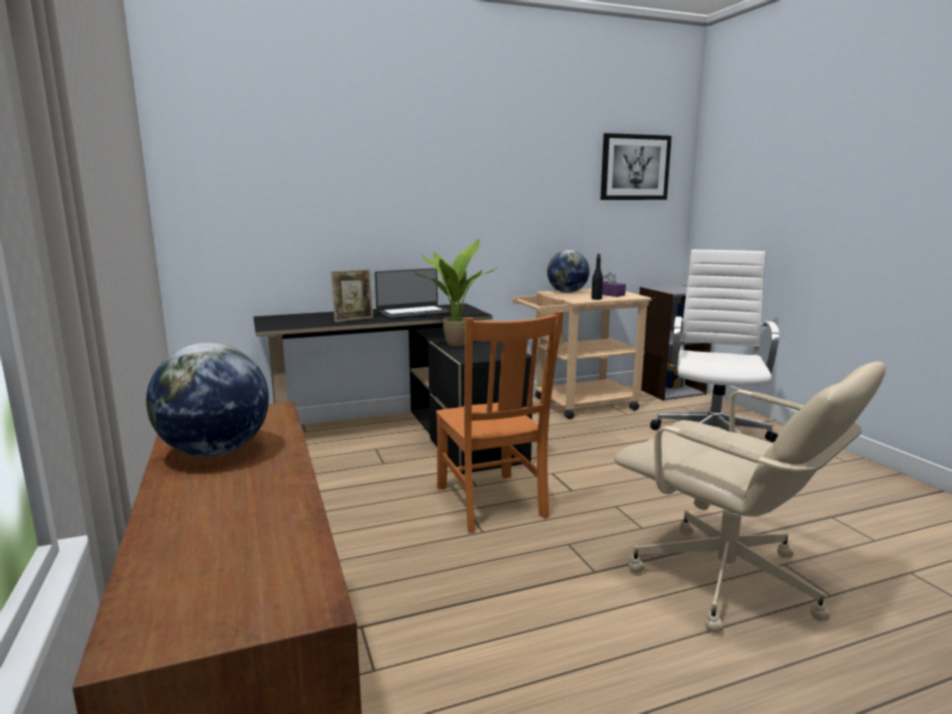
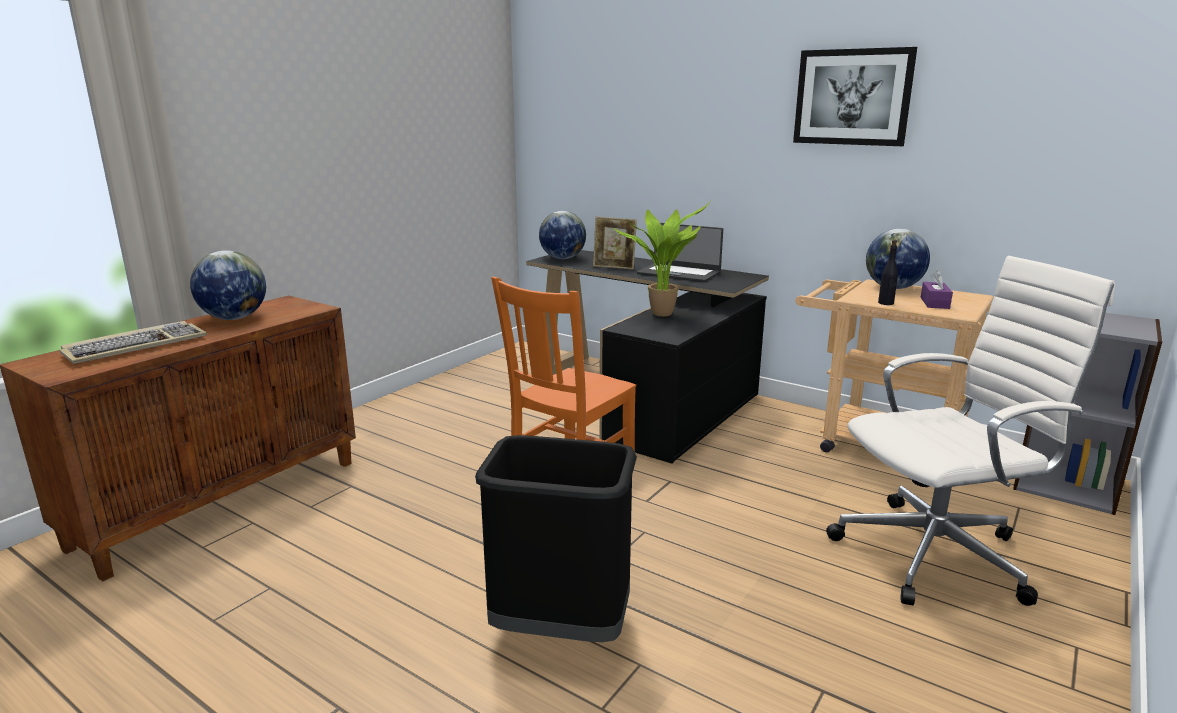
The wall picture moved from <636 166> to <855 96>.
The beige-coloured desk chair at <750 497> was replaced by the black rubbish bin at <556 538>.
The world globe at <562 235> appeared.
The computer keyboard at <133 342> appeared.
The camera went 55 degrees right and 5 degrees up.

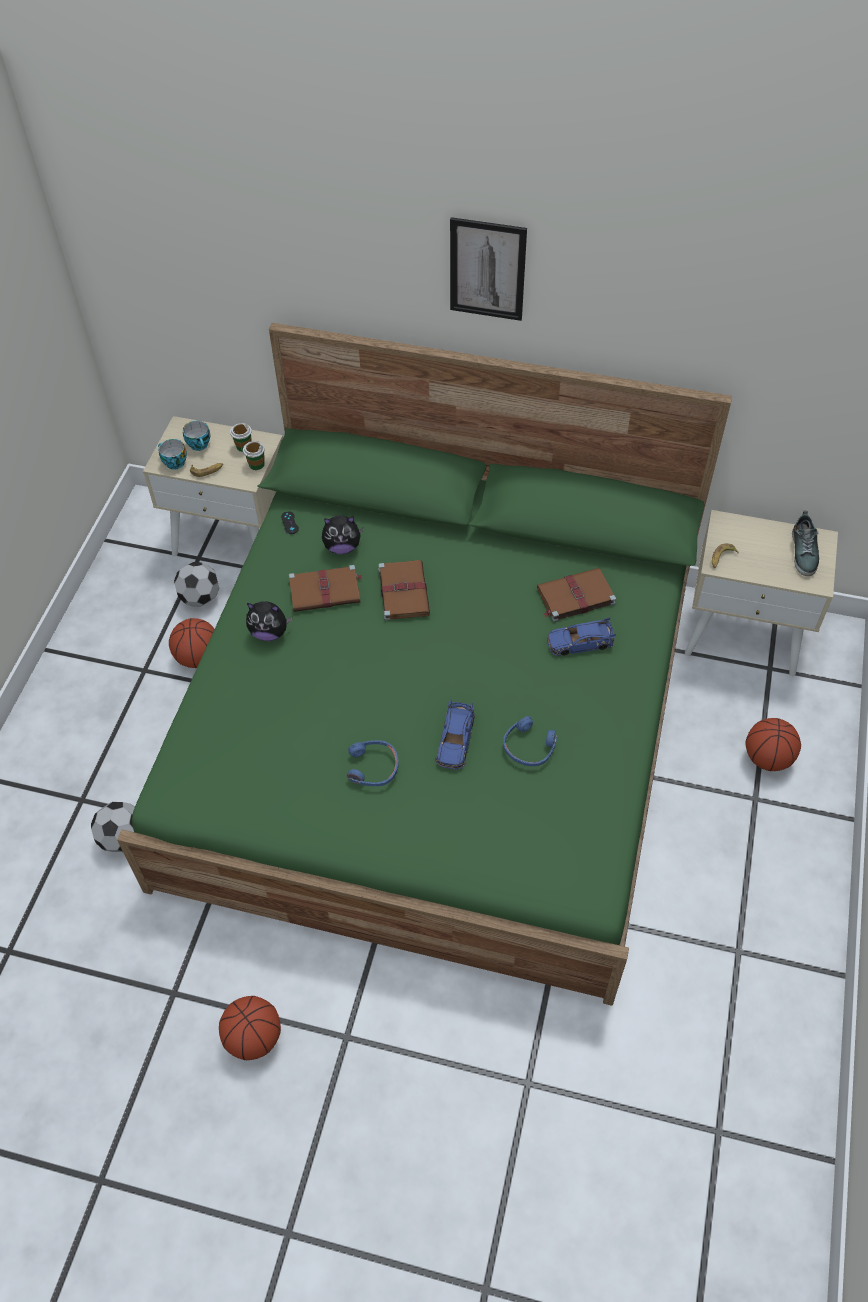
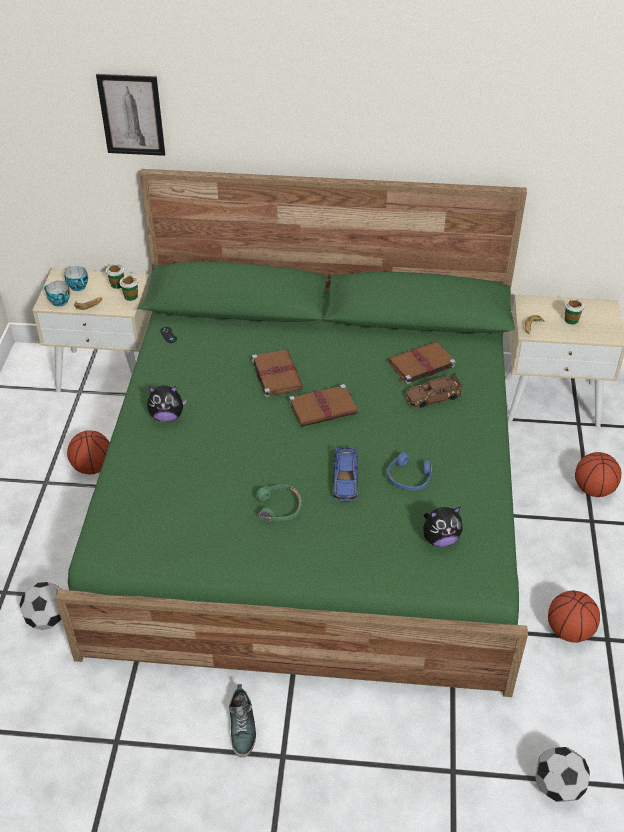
The wall picture moved from <488 269> to <130 115>.
The low shoe moved from <805 543> to <242 720>.
The plush toy moved from <342 534> to <443 527>.
The football ball moved from <196 584> to <562 774>.
The brown volume moved from <326 588> to <323 405>.
The bluish toy car at <581 636> became the brown toy car at <434 390>.
The bluish headphones at <373 763> became the greenish headphones at <278 503>.
The basketball moved from <250 1028> to <574 616>.
The small cup at <574 312> appeared.
The camera went 10 degrees left and 10 degrees down.

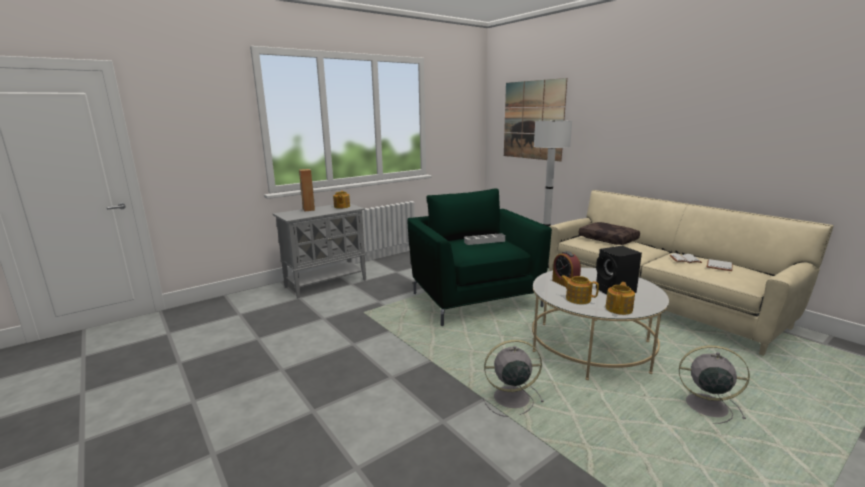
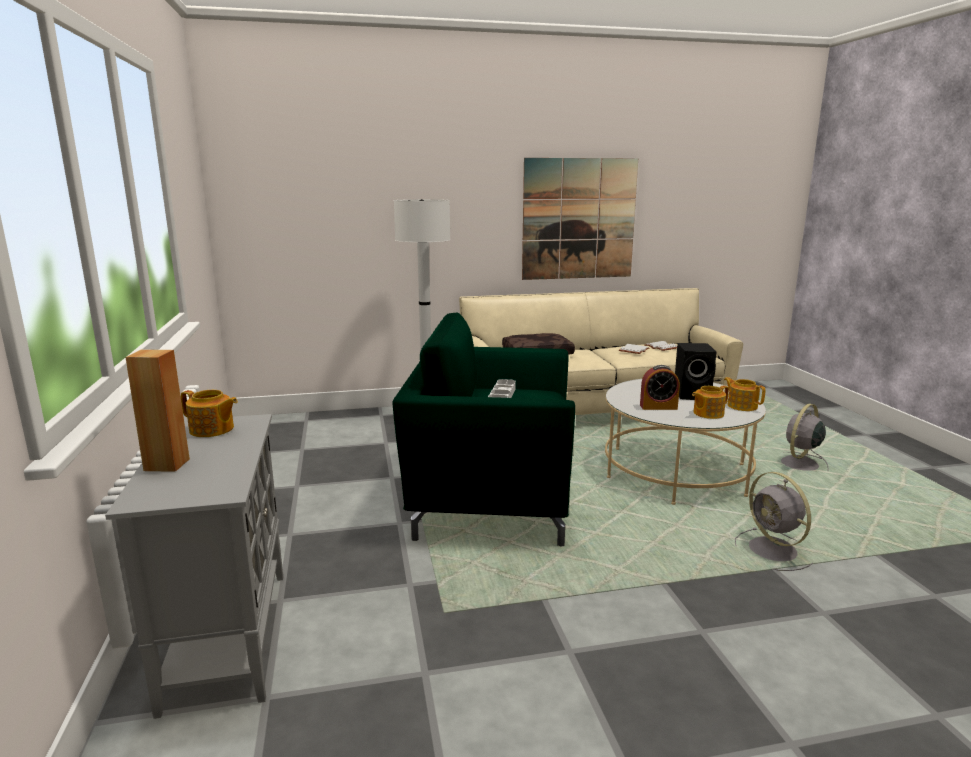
The wall picture moved from <535 119> to <580 219>.
The greyish fan at <513 378> turned 45 degrees counterclockwise.
The camera went 65 degrees left and 0 degrees up.

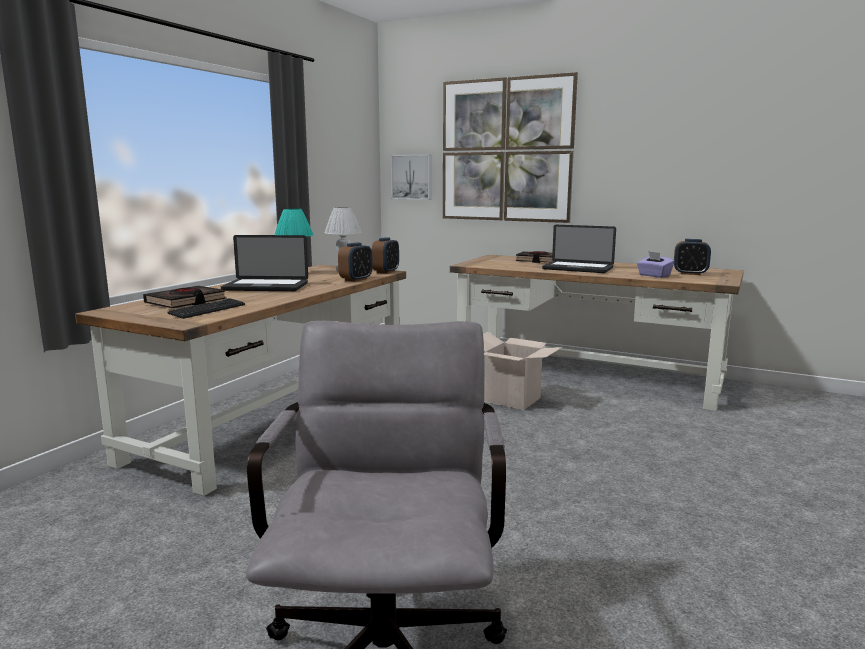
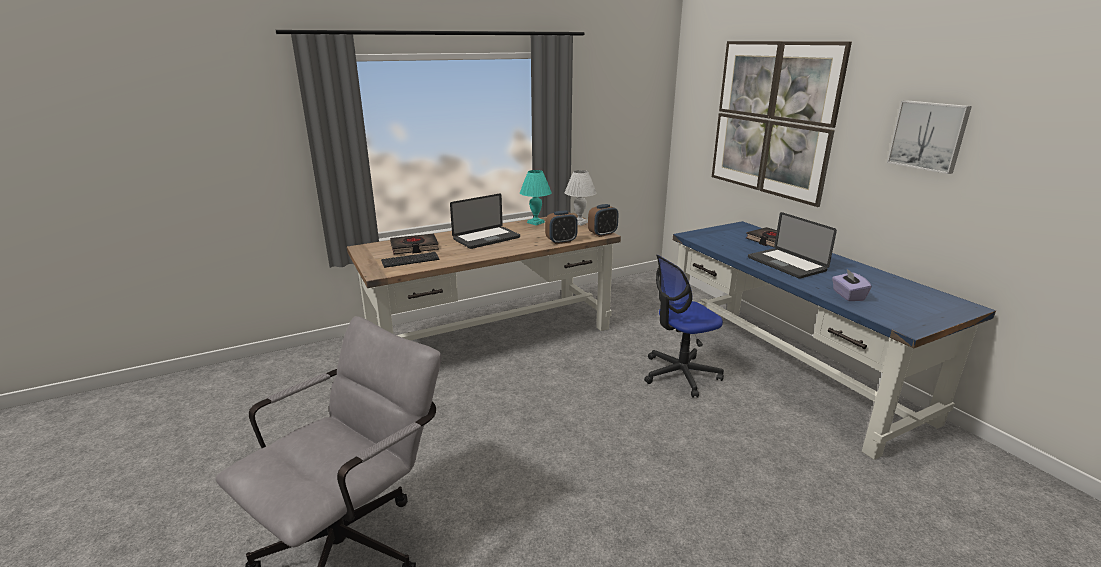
The wall picture moved from <411 177> to <929 137>.
The laptop at <264 263> turned 75 degrees counterclockwise.
The table clock at <692 257> disappeared.
The brown desk unit at <597 333> became the bluish desk unit at <834 340>.
The carton at <522 371> was replaced by the desk chair at <684 326>.
The camera went 35 degrees right and 10 degrees up.

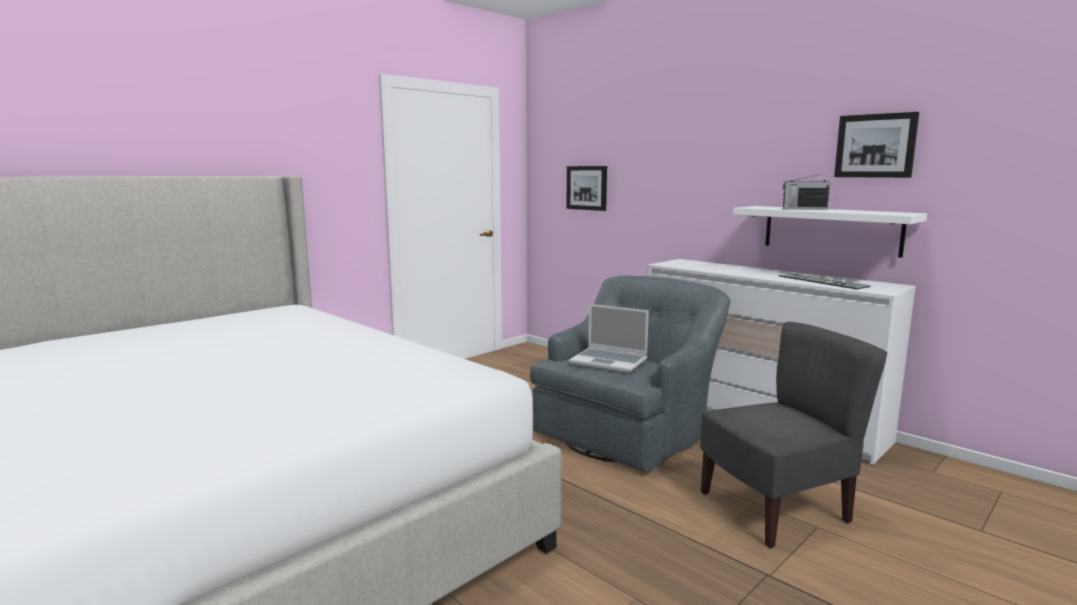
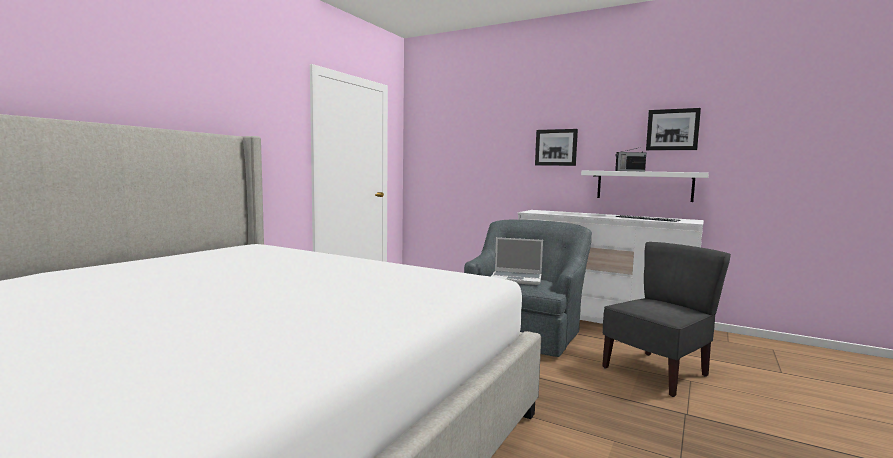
The wall picture moved from <586 188> to <556 147>.
The camera went 15 degrees left and 5 degrees down.

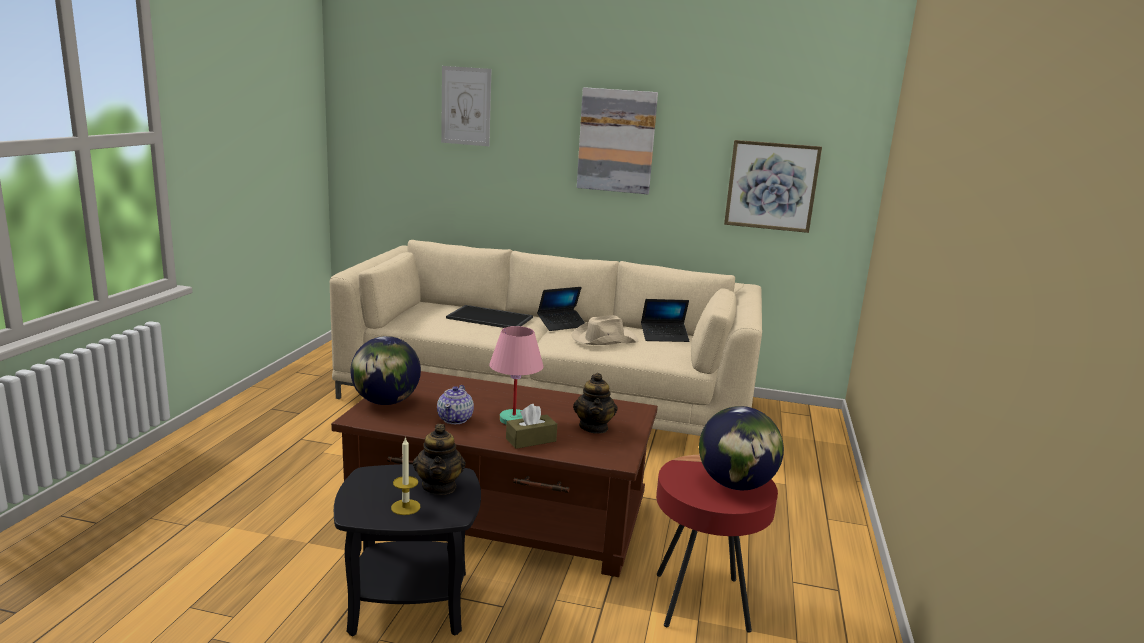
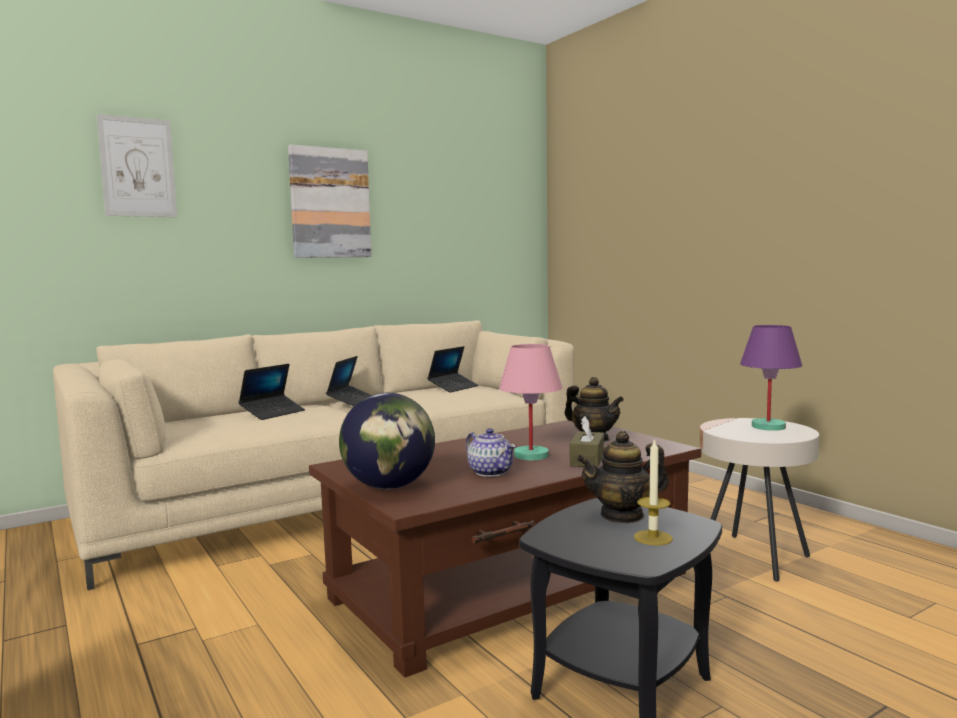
The wall picture at <773 186> disappeared.
The tray at <489 316> was replaced by the laptop at <271 392>.
The beige-coloured wearable hat at <605 330> disappeared.
The world globe at <741 448> was replaced by the purple lamp for a table at <771 378>.
The pot for tea at <439 459> turned 135 degrees clockwise.
The red accent table at <717 544> became the beige-coloured accent table at <759 499>.
The camera went 45 degrees left and 10 degrees down.

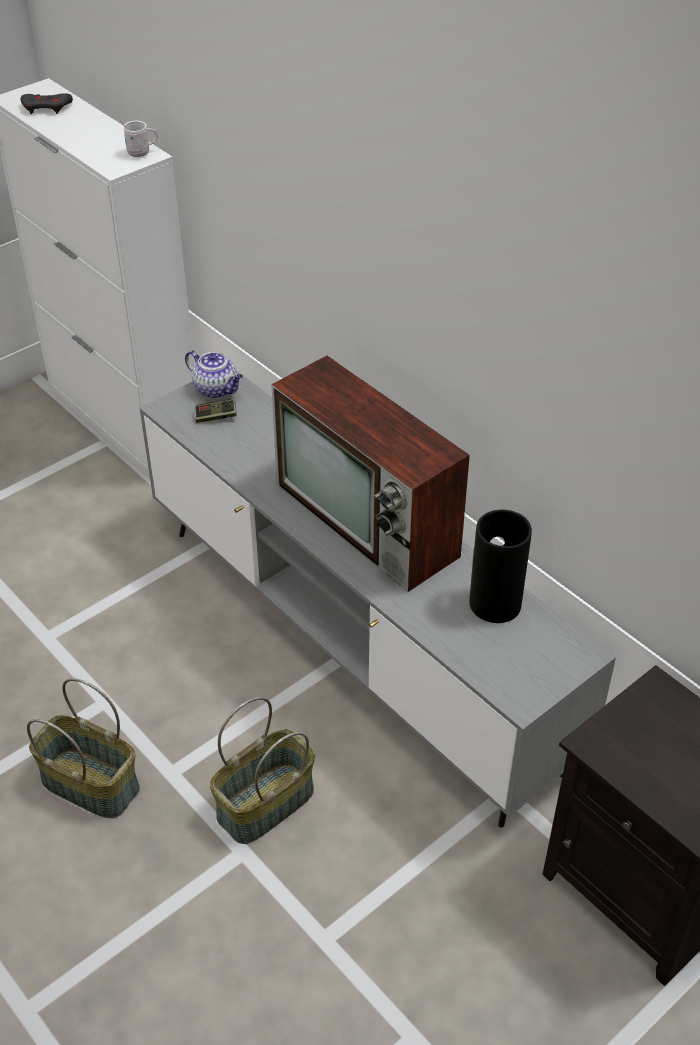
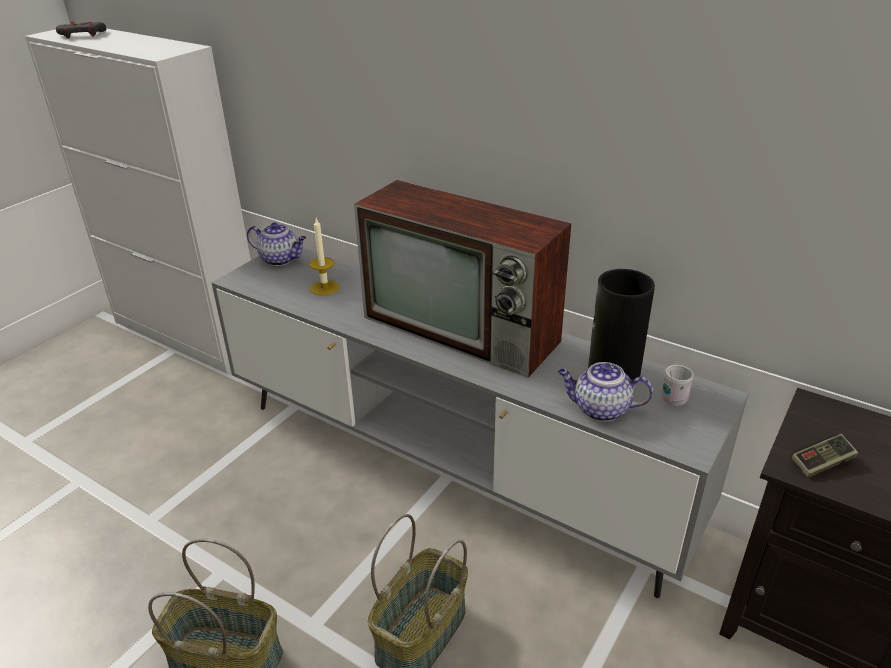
The white-coloured tea mug moved from <139 139> to <677 385>.
The gamepad moved from <215 411> to <824 456>.
The wax light at <324 257> appeared.
The pot for tea at <605 391> appeared.
The camera went 15 degrees left and 10 degrees down.

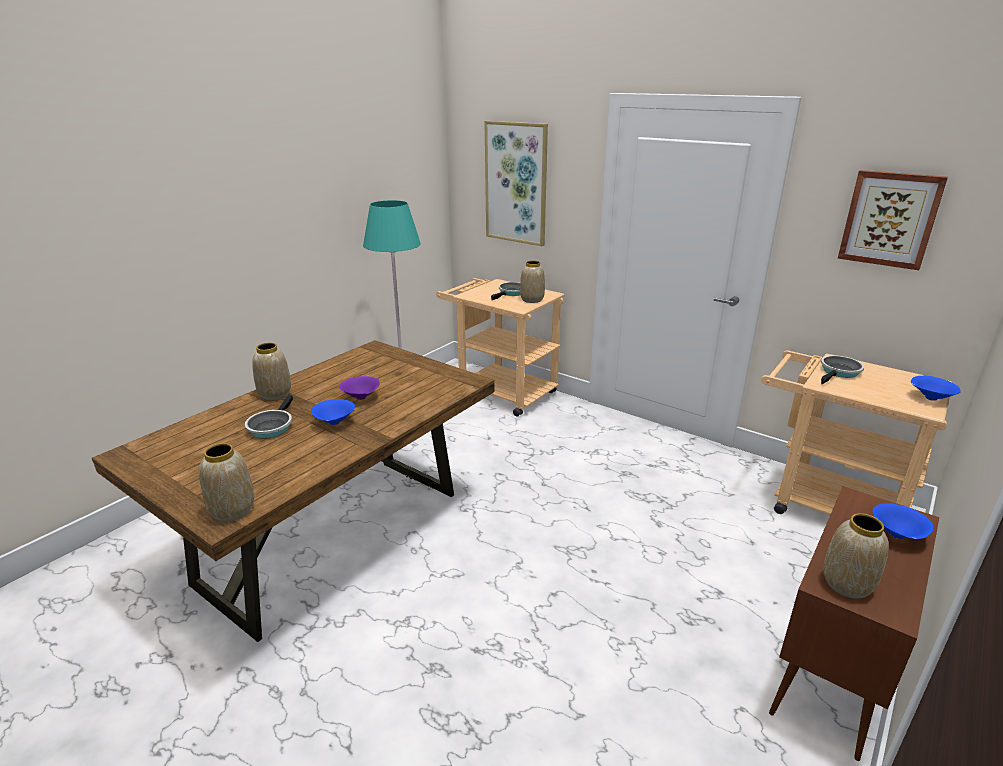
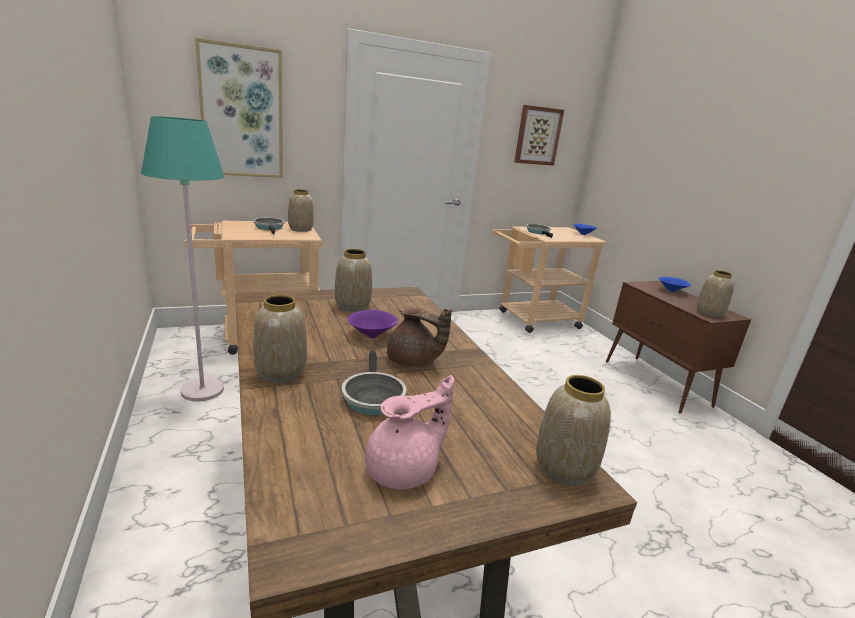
The frying pan at <269 417> turned 45 degrees clockwise.
The bluish serving bowl at <333 412> was replaced by the brown pot for tea at <419 337>.
The flower vase at <353 280> appeared.
The pink pot for tea at <409 432> appeared.
The camera went 60 degrees left and 5 degrees down.

